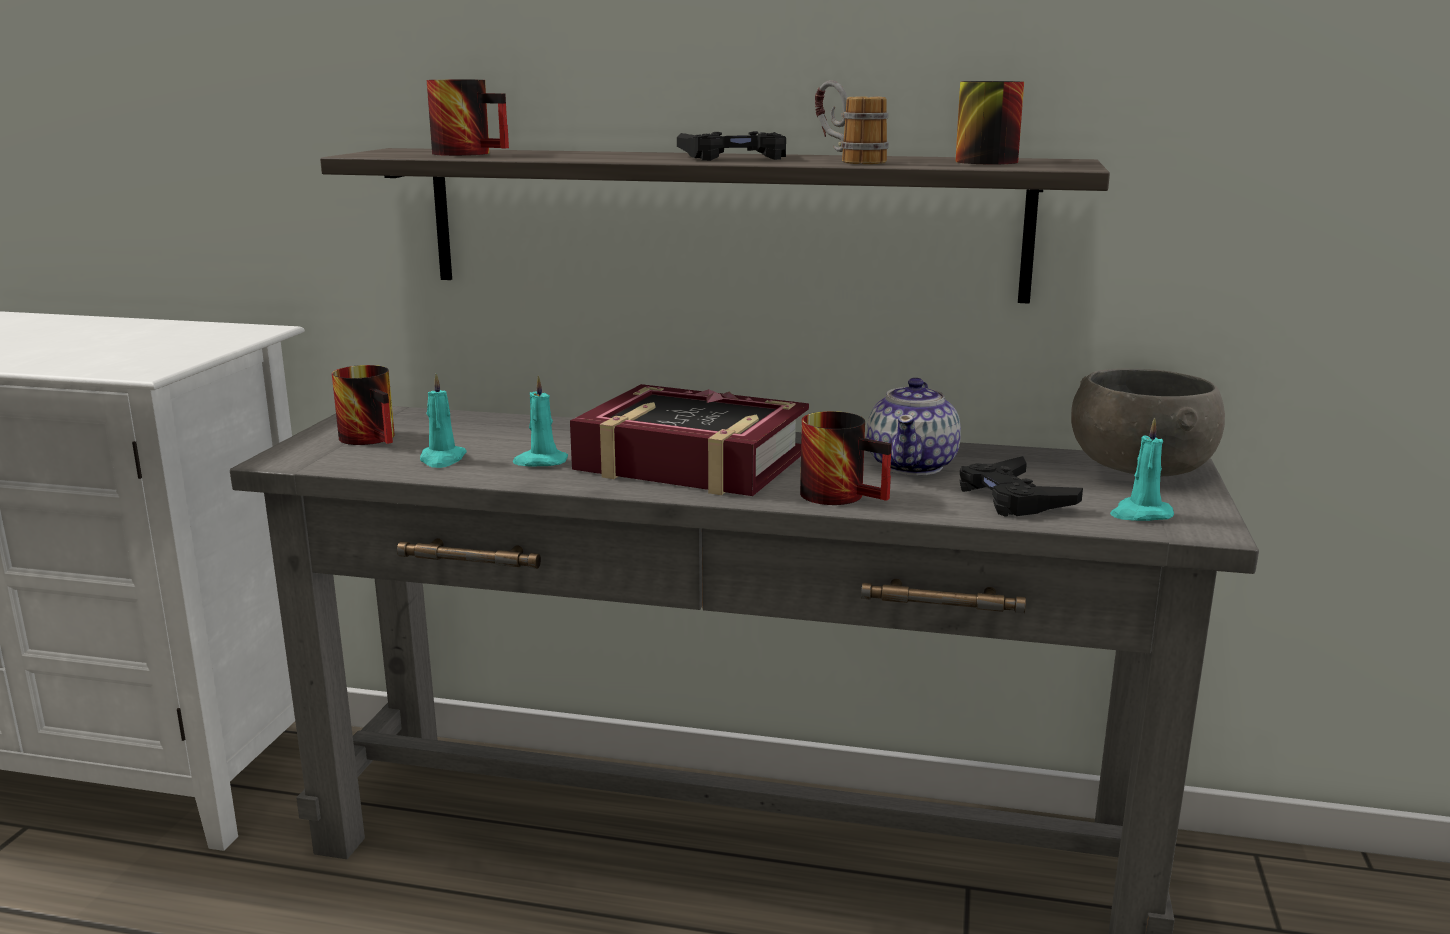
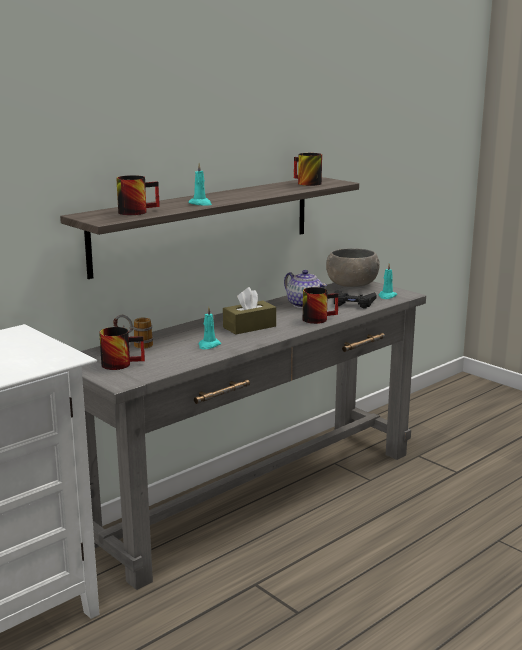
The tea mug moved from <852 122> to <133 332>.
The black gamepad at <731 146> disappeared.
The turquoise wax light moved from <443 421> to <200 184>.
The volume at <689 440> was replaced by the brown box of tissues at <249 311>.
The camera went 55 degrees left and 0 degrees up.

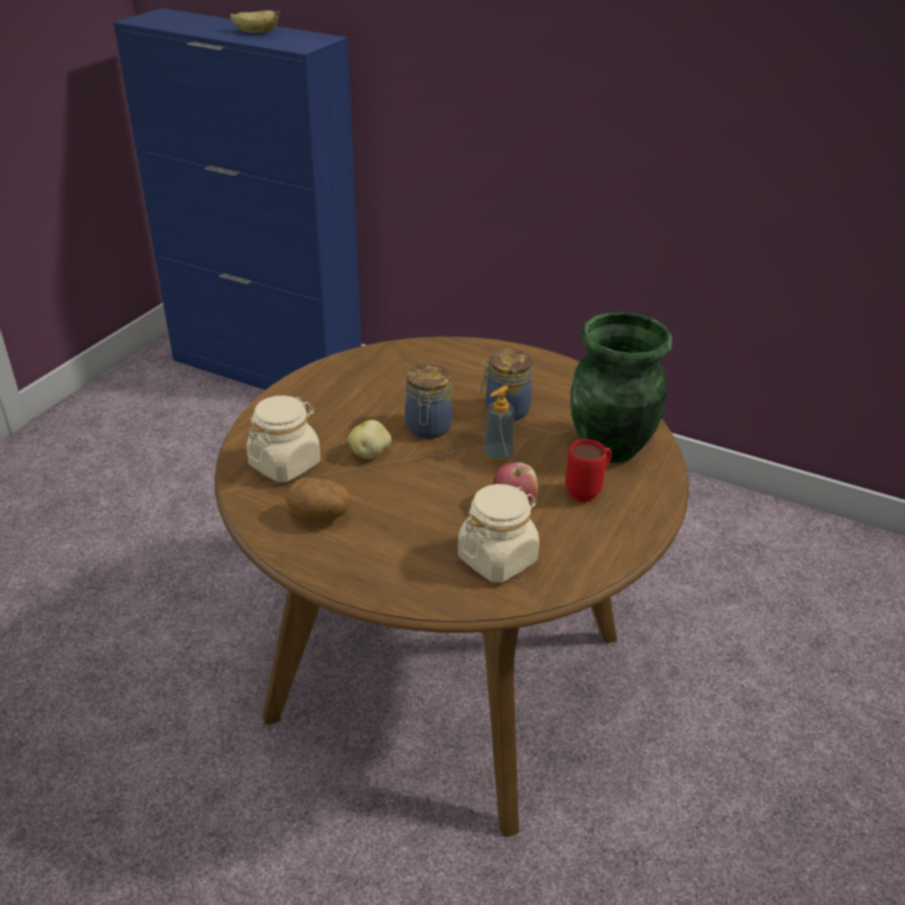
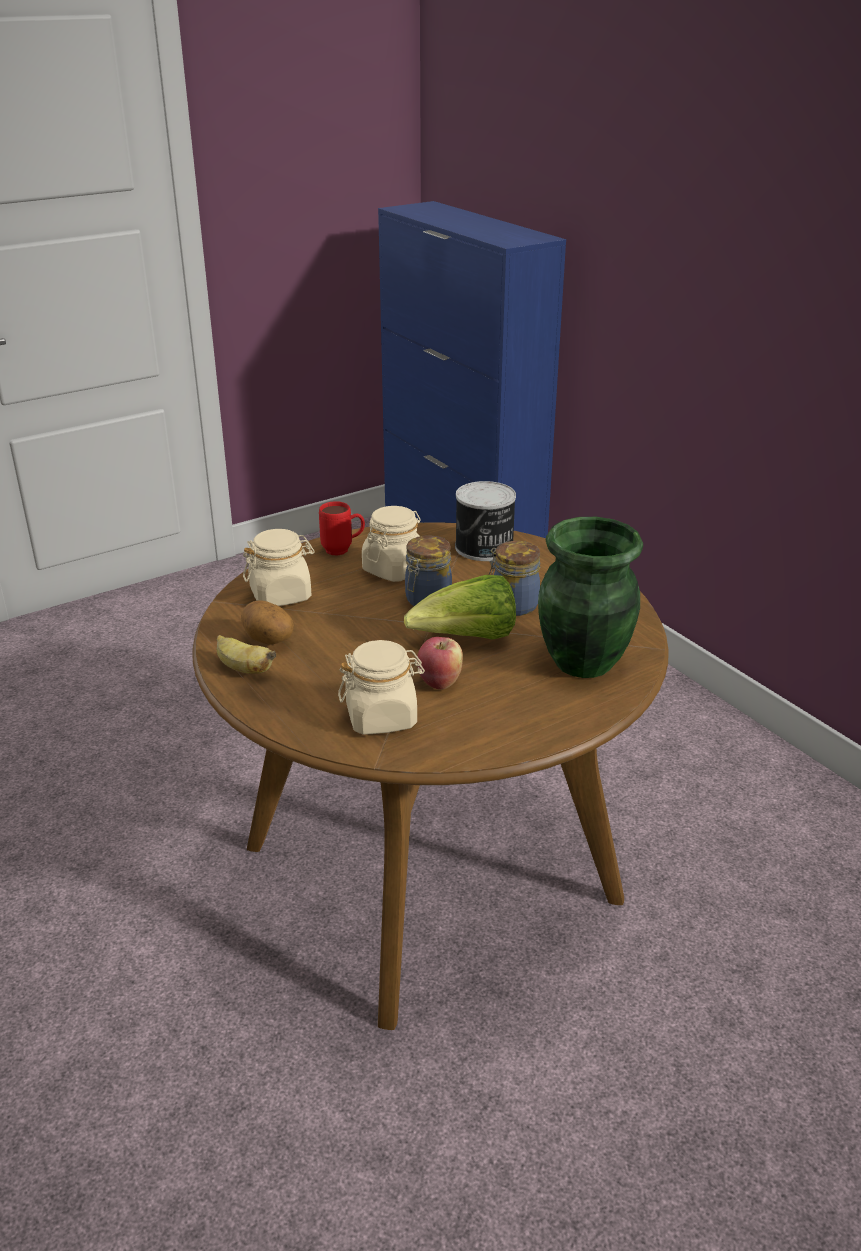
The whole banana moved from <255 21> to <246 654>.
The liquid soap bottle at <498 424> was replaced by the lettuce head at <460 607>.
The spud at <370 439> disappeared.
The red tea mug moved from <588 470> to <342 528>.
The metal can at <485 521> appeared.
The beige-coloured jar at <391 544> appeared.
The camera went 30 degrees right and 5 degrees down.

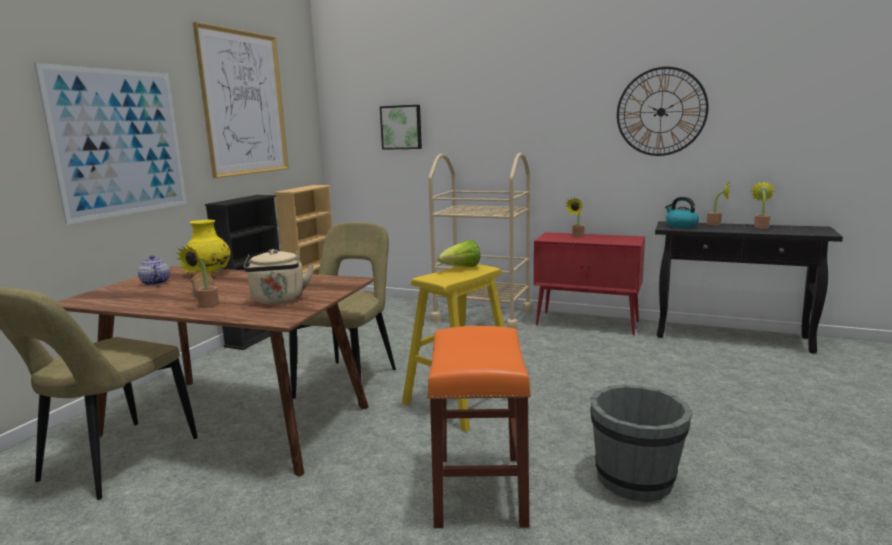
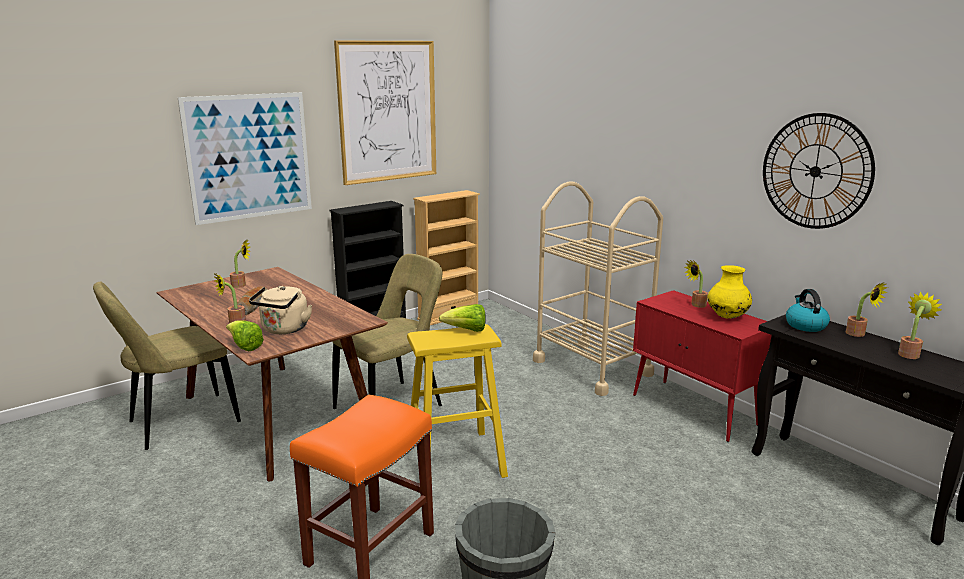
The wall picture at <401 127> disappeared.
The yellow flower vase moved from <208 247> to <729 292>.
The pot for tea at <154 271> was replaced by the plant in a pot at <240 264>.
The lettuce head at <245 336> appeared.
The camera went 30 degrees right and 5 degrees up.

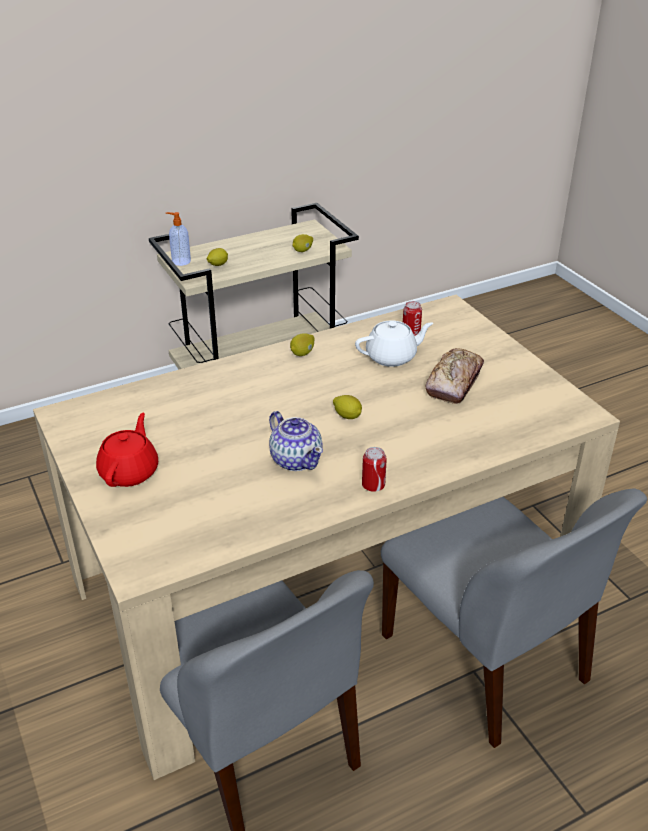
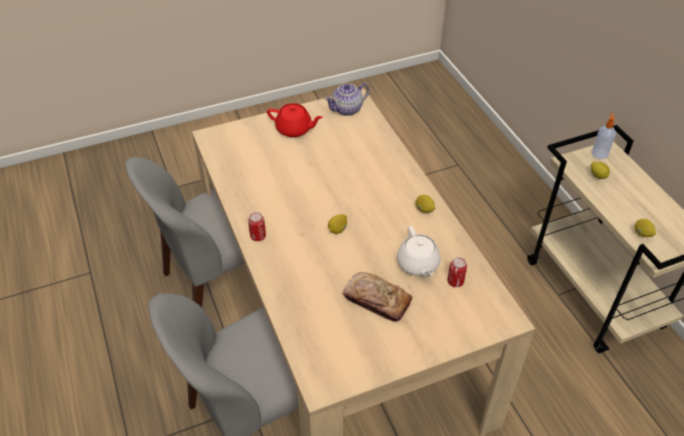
The pot for tea moved from <296 441> to <346 99>.
The camera went 95 degrees right and 10 degrees up.

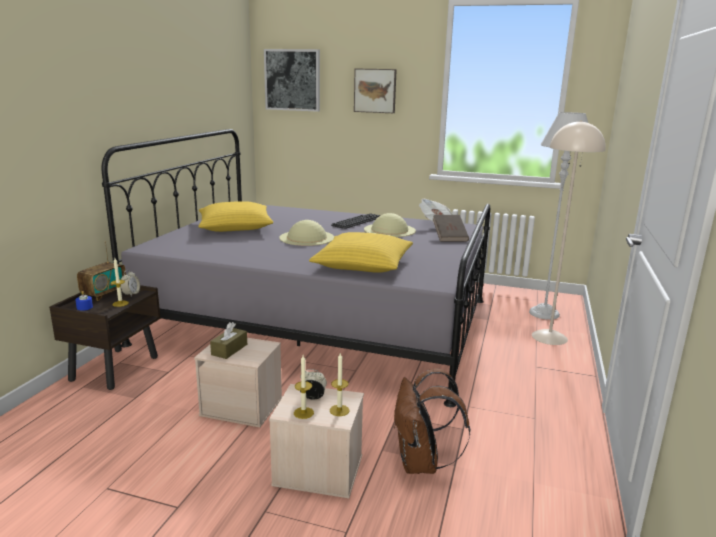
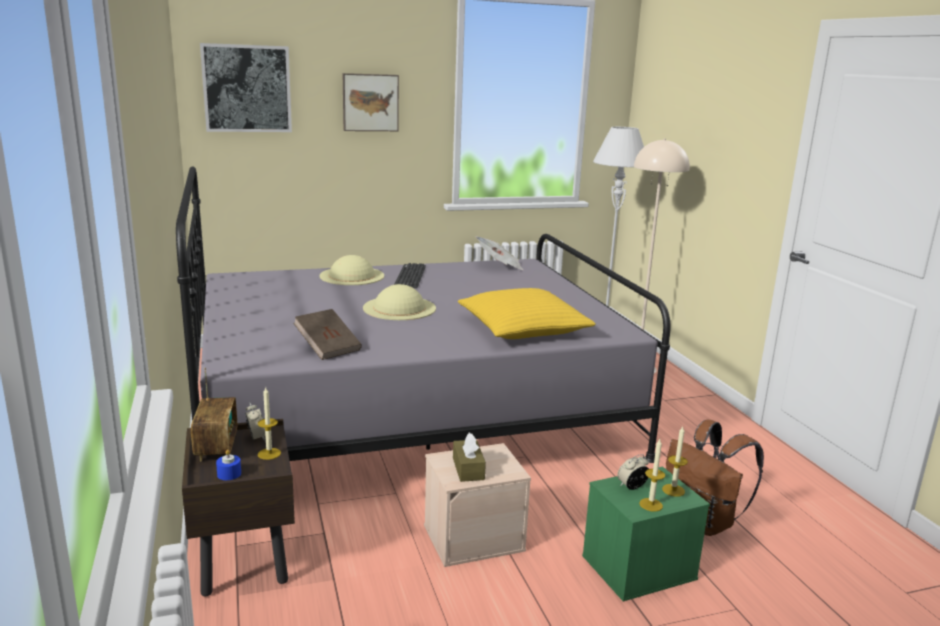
The yellow cushion at <235 216> disappeared.
The beige-coloured wearable hat moved from <390 225> to <351 270>.
The brown volume moved from <451 228> to <327 334>.
The beige-coloured storage box at <316 441> became the greenish storage box at <646 534>.
The camera went 35 degrees left and 0 degrees up.

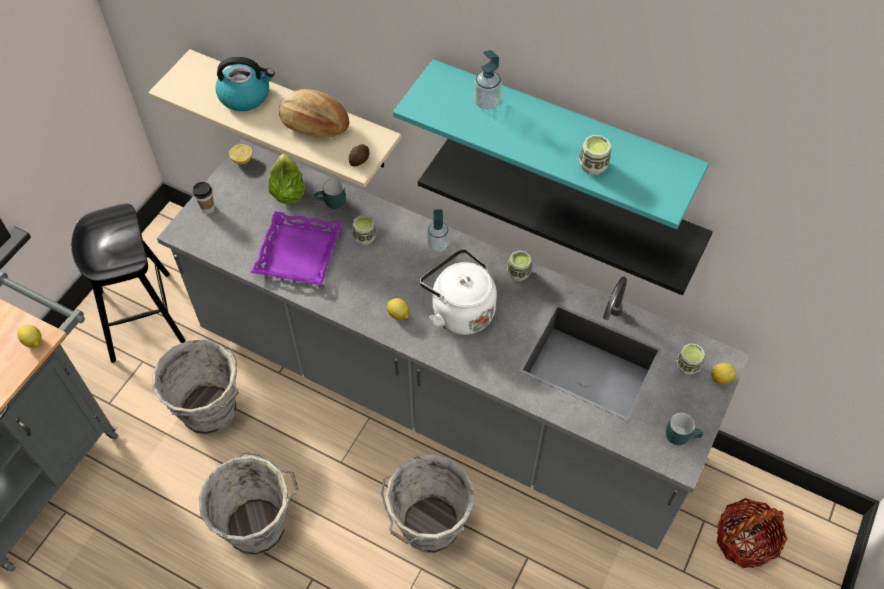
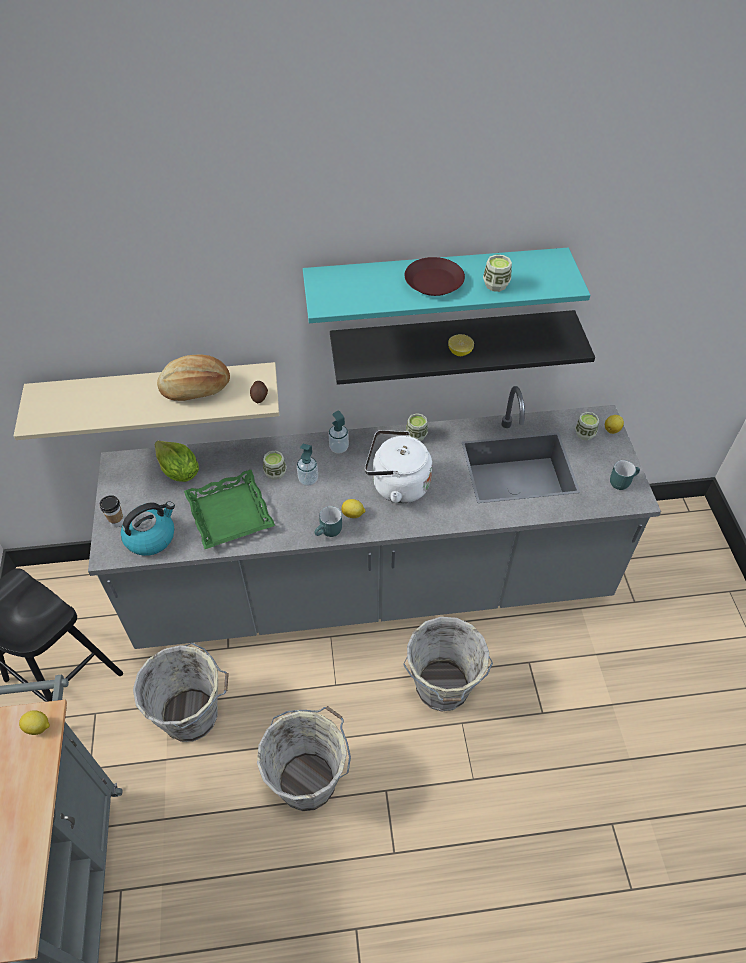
The liquid soap bottle moved from <487 80> to <307 465>.
The water kettle moved from <245 84> to <148 529>.
The lemon moved from <240 154> to <461 345>.
The turquoise tea mug moved from <329 194> to <328 521>.
The purple tray at <297 248> became the greenish tray at <229 509>.
The household basket at <752 533> disappeared.
The brown flat dish at <435 276> appeared.
The camera went 35 degrees left and 5 degrees down.

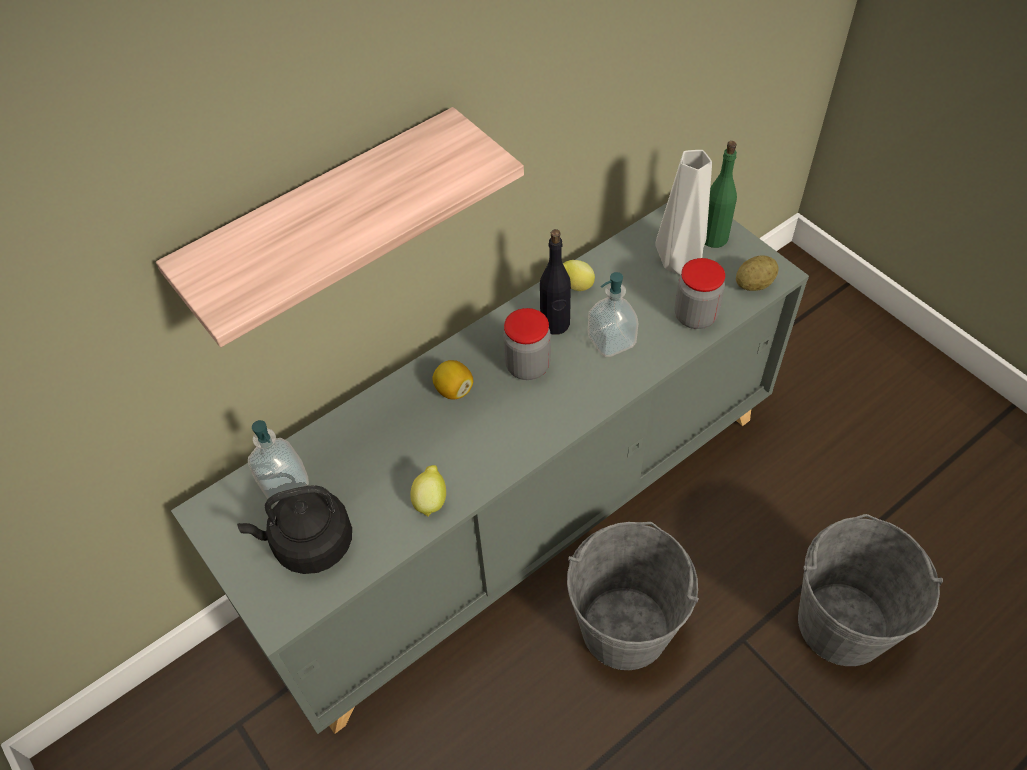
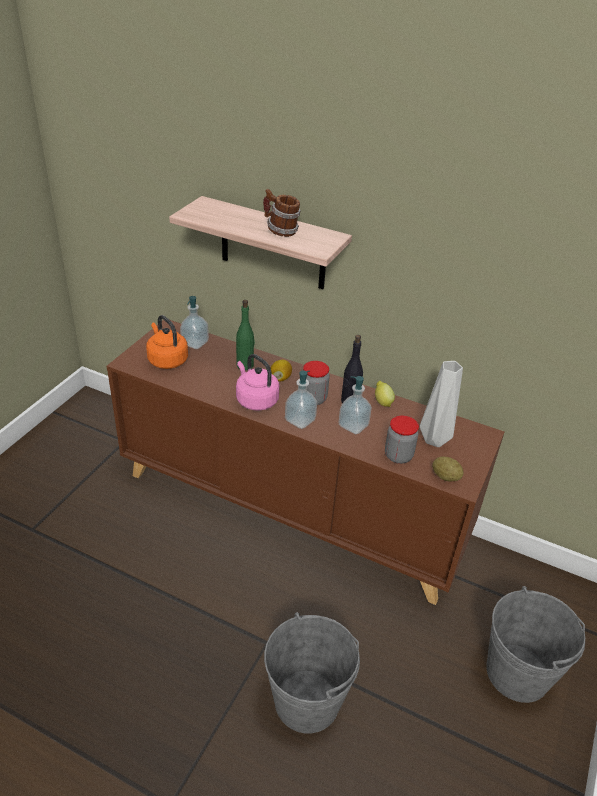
The greenish beverage bottle moved from <721 194> to <245 335>.
The greyish cabinet at <490 468> became the brown cabinet at <305 462>.
The lemon at <428 491> disappeared.
The black water kettle at <294 529> became the orangey water kettle at <167 342>.
The greyish pail moved from <633 596> to <535 644>.
The tea mug at <282 213> appeared.
The pink water kettle at <257 382> appeared.
The liquid soap bottle at <301 399> appeared.
The camera went 60 degrees right and 15 degrees down.

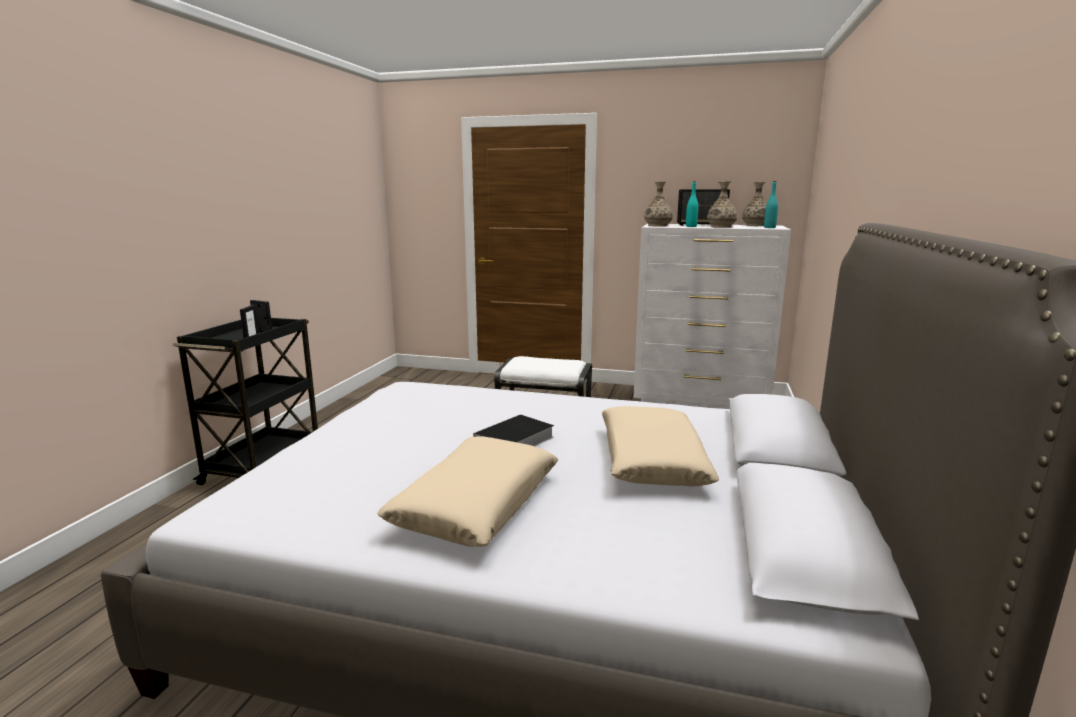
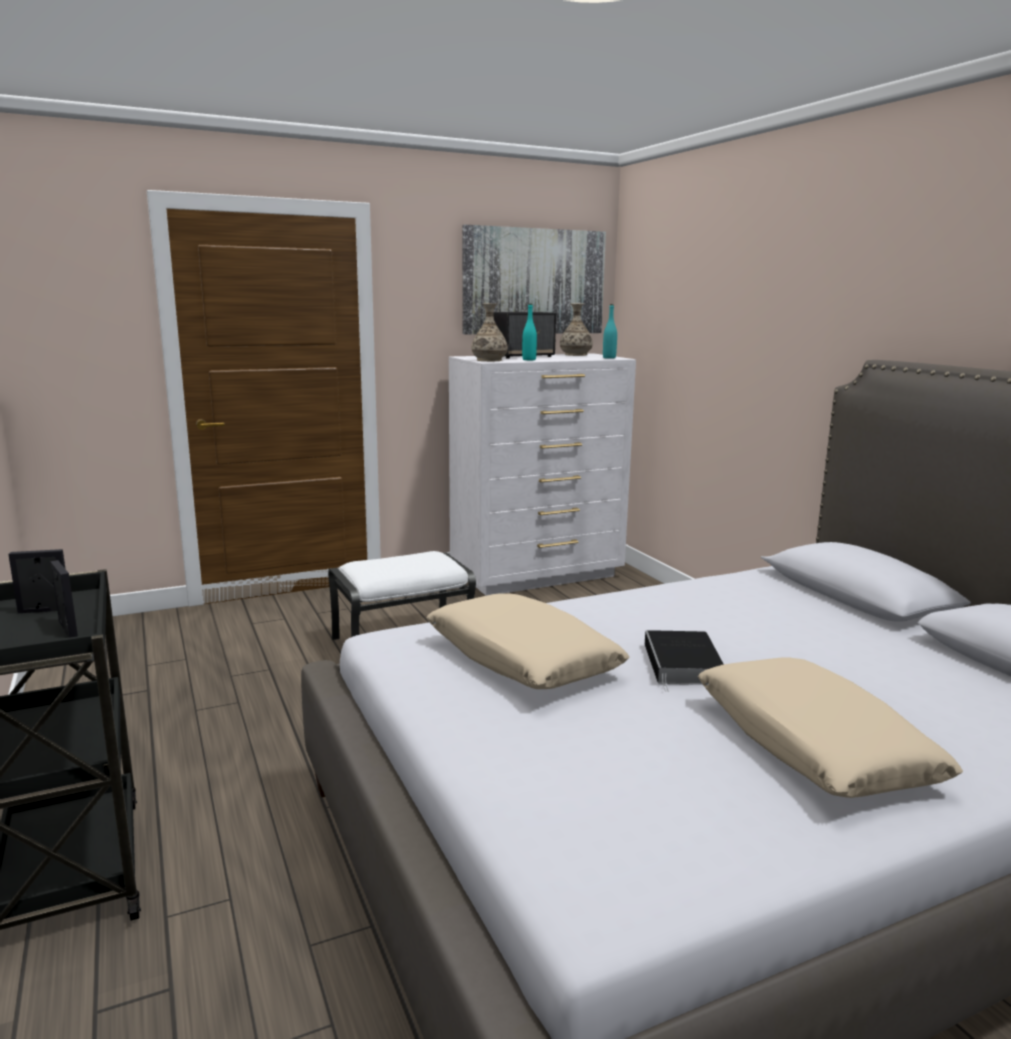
The flower vase at <722 204> disappeared.
The beige-coloured cushion moved from <660 446> to <527 641>.
The wall picture at <534 279> appeared.
The camera went 40 degrees left and 0 degrees up.

